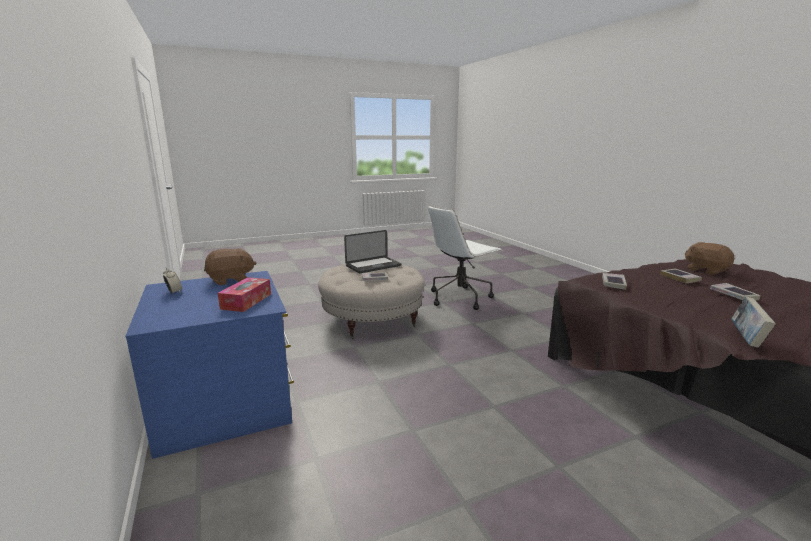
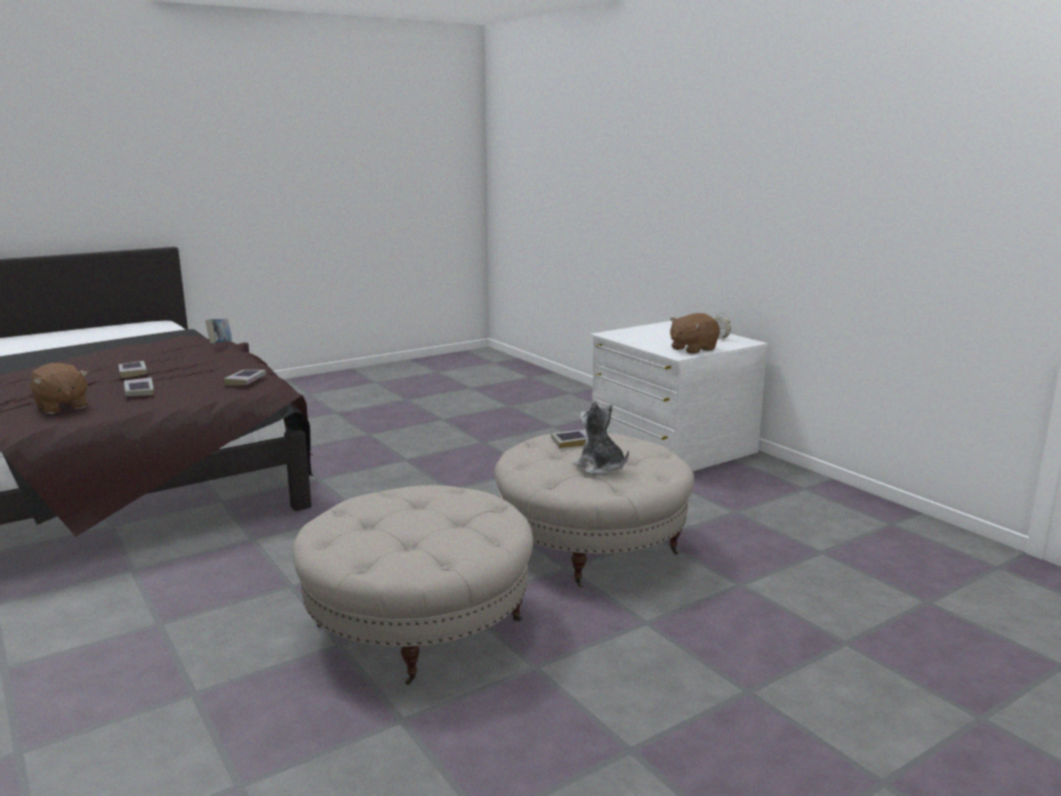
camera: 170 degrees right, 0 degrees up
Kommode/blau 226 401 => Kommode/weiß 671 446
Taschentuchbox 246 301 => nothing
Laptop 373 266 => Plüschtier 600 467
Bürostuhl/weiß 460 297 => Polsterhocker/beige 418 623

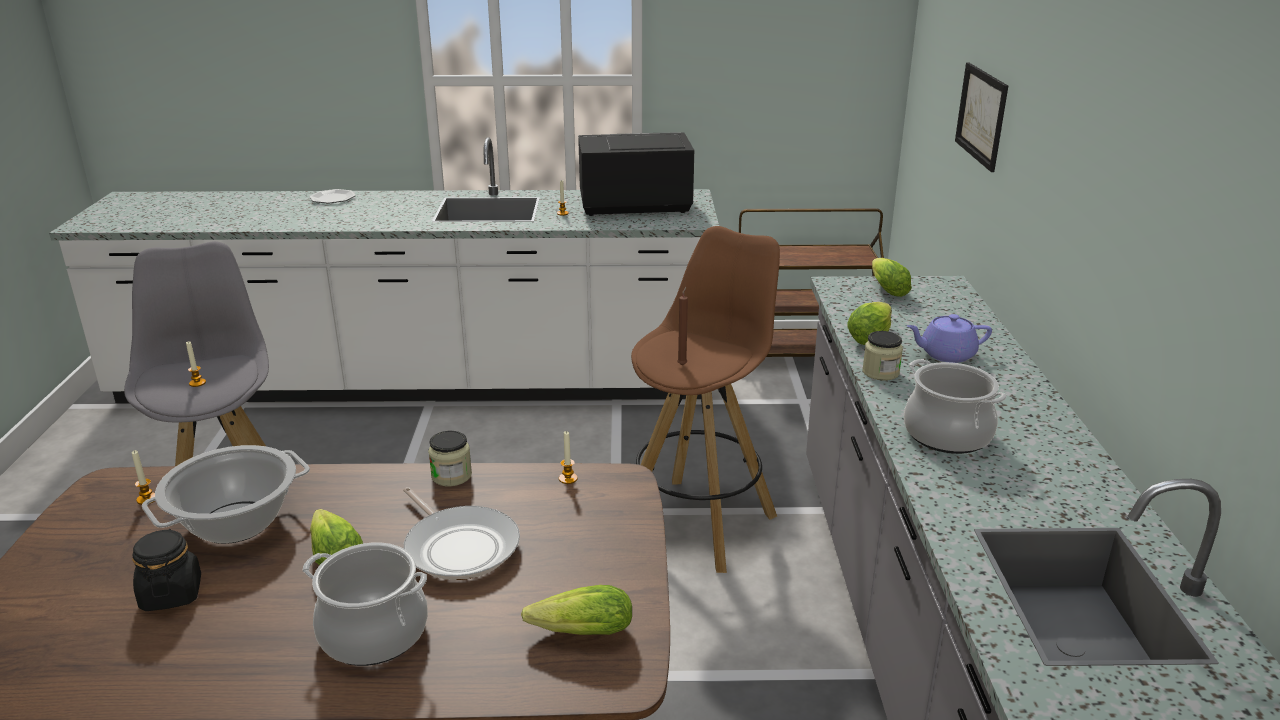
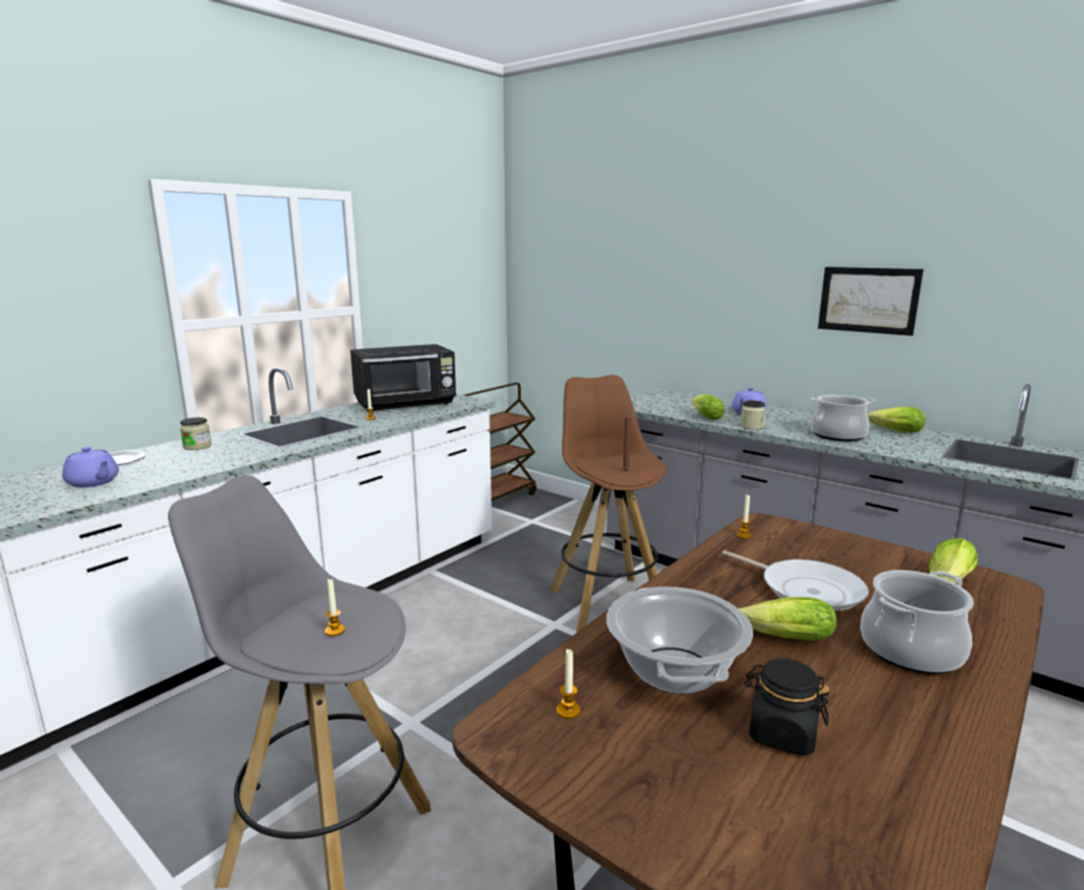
camera: 50 degrees left, 10 degrees down
Pfanne 459 547 => Pfanne 806 590, 45 degrees clockwise
Vorratsglas 451 476 => Vorratsglas 197 446, moved
Mikrowelle/schwarz 633 206 => Mikrowelle/schwarz 406 404, 150 degrees counterclockwise
Salatkopf 886 289 => Salatkopf 893 431, moved
Bild 981 115 => Bild 868 300, moved
nothing => Teekanne/lila 93 483

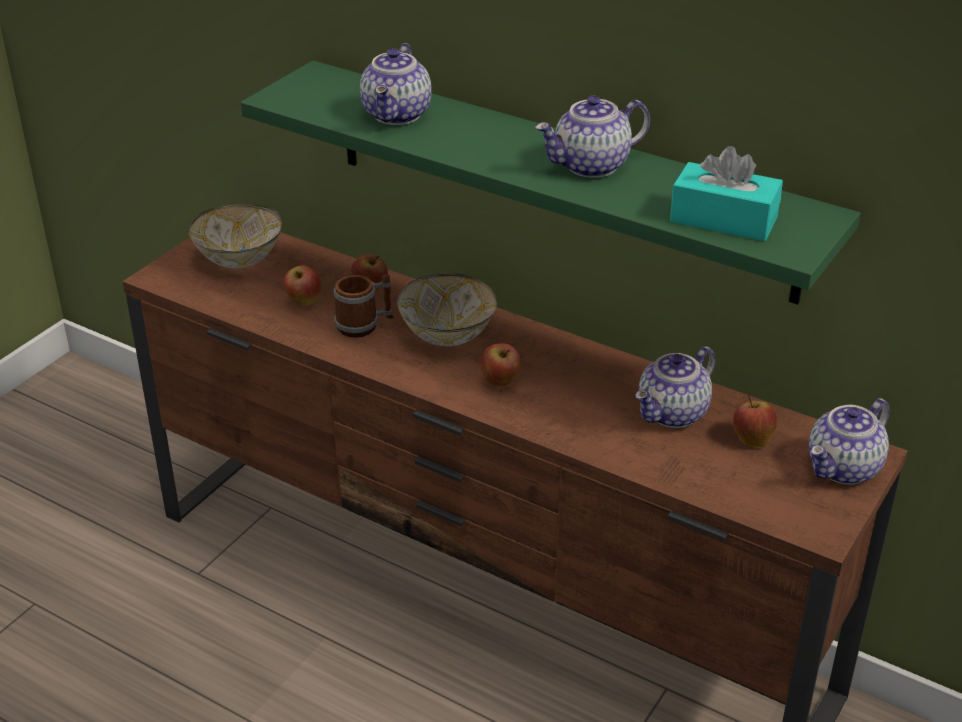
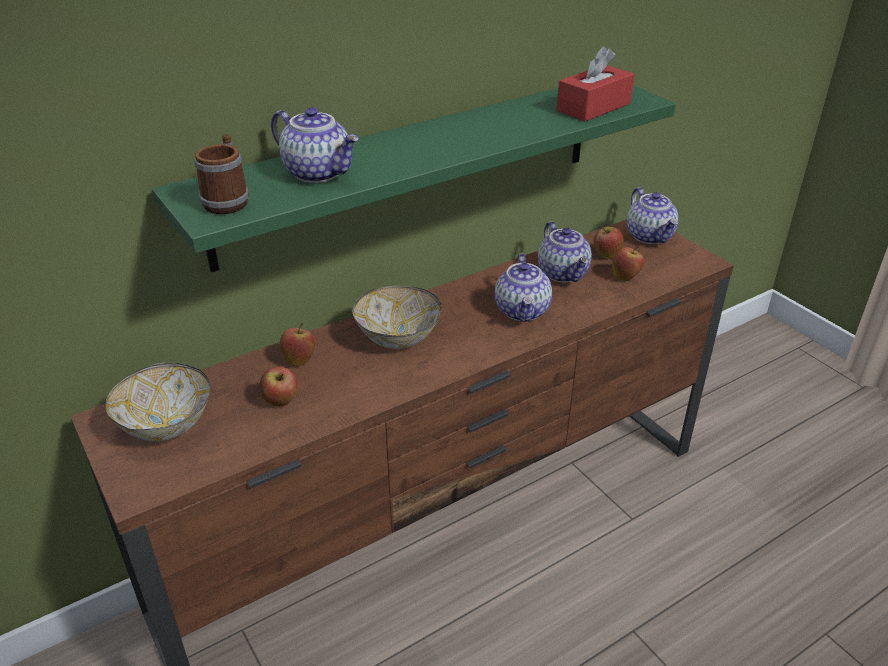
camera: 65 degrees left, 0 degrees up
Henkelbecher 365 325 => Henkelbecher 228 200, moved
Apfel 500 382 => Apfel 625 277, moved
Teekanne 591 166 => Teekanne 523 311, moved
Taschentuchbox/türkis 723 219 => Taschentuchbox/rot 593 107

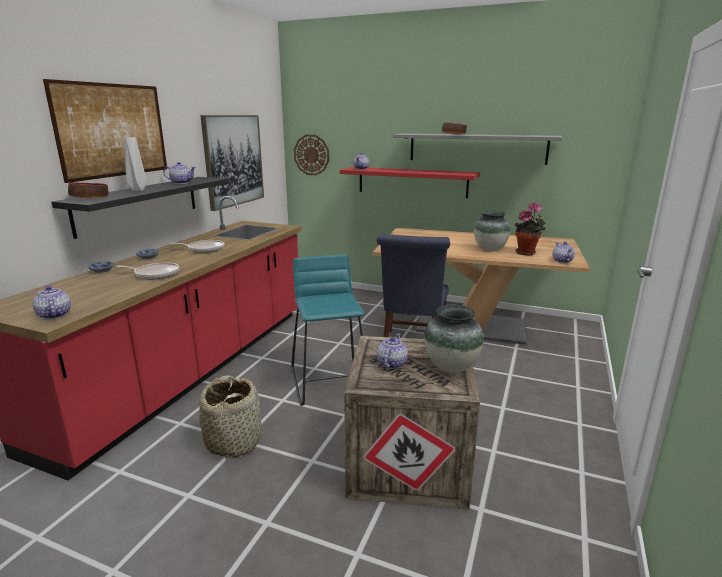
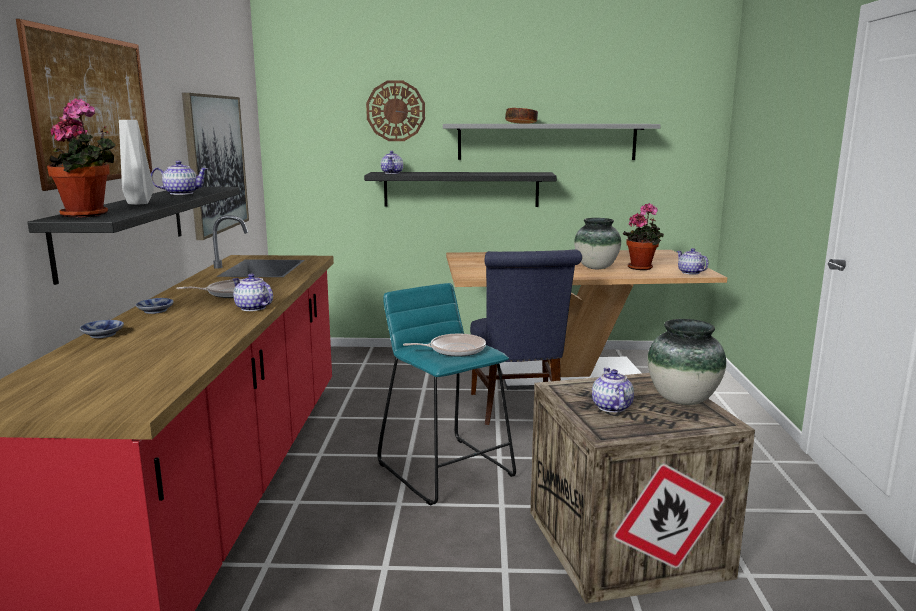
camera: 20 degrees left, 5 degrees down
Teekanne 54 315 => Teekanne 253 308, moved
Schüssel 90 198 => Topfpflanze 89 215
Pfanne 155 274 => Pfanne 454 350, moved
Korb 234 441 => nothing
Wanduhr 311 155 => Wanduhr 395 111, moved
Wandregal/rot 412 182 => Wandregal/schwarz 461 189

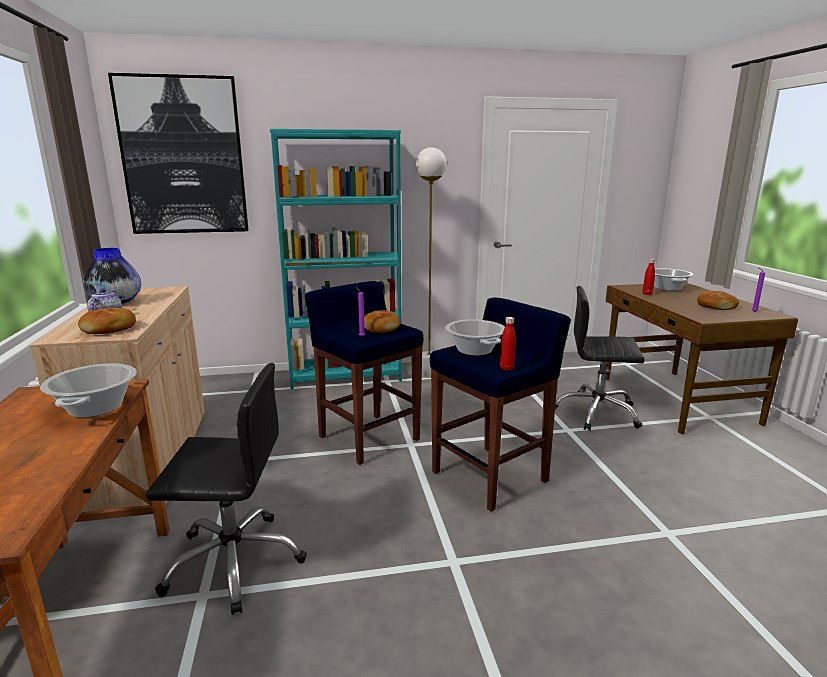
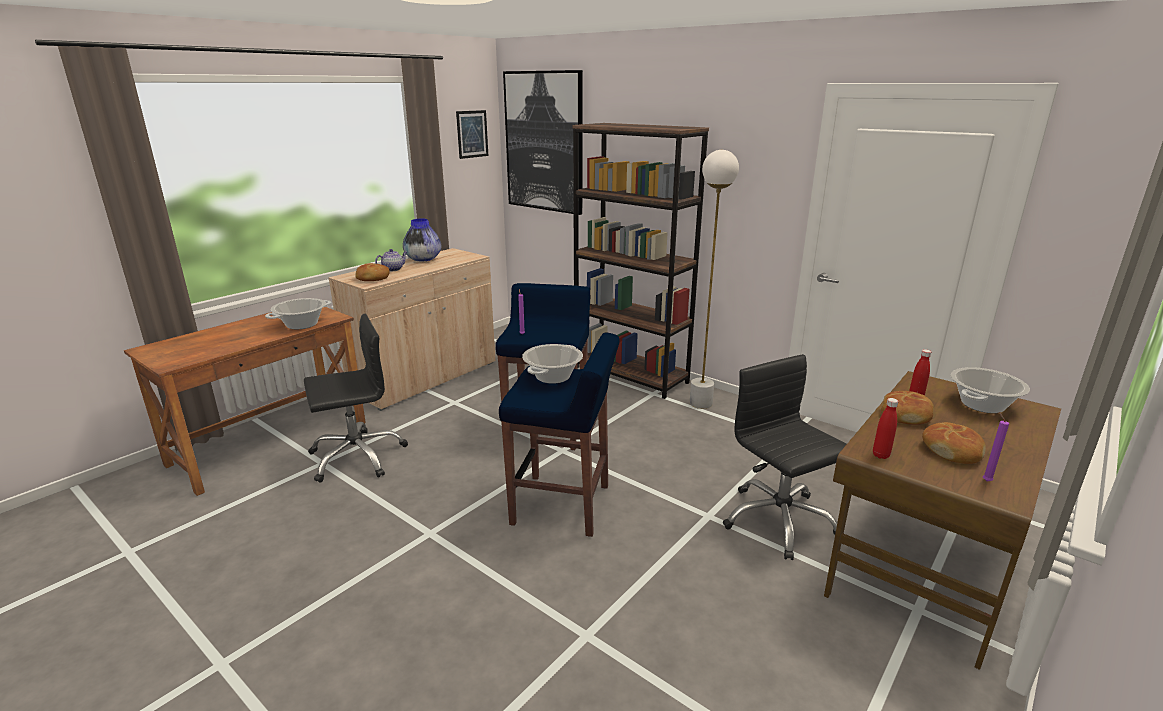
camera: 50 degrees right, 5 degrees up
Bürostuhl/schwarz 234 561 => Bürostuhl/schwarz 357 456, 75 degrees counterclockwise
Bücherregal/türkis 346 376 => Bücherregal/braun 630 375
Brot 381 328 => Brot 906 415, moved
Flasche/rot 506 368 => Flasche/rot 880 455, moved
nothing => Bild 472 134

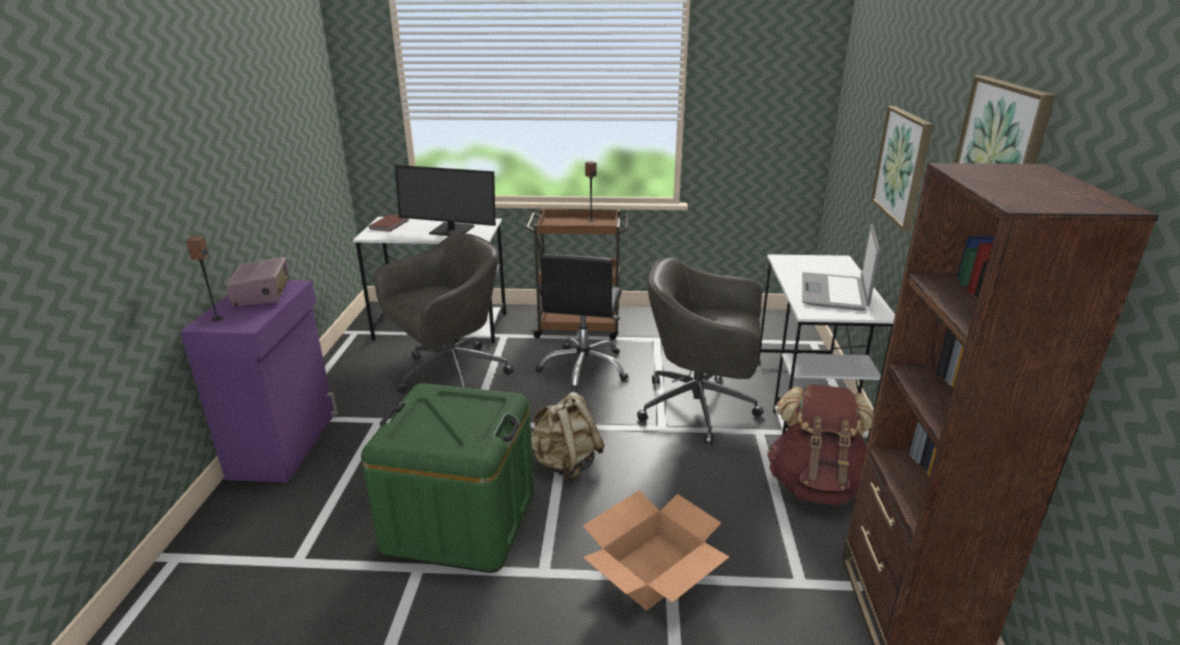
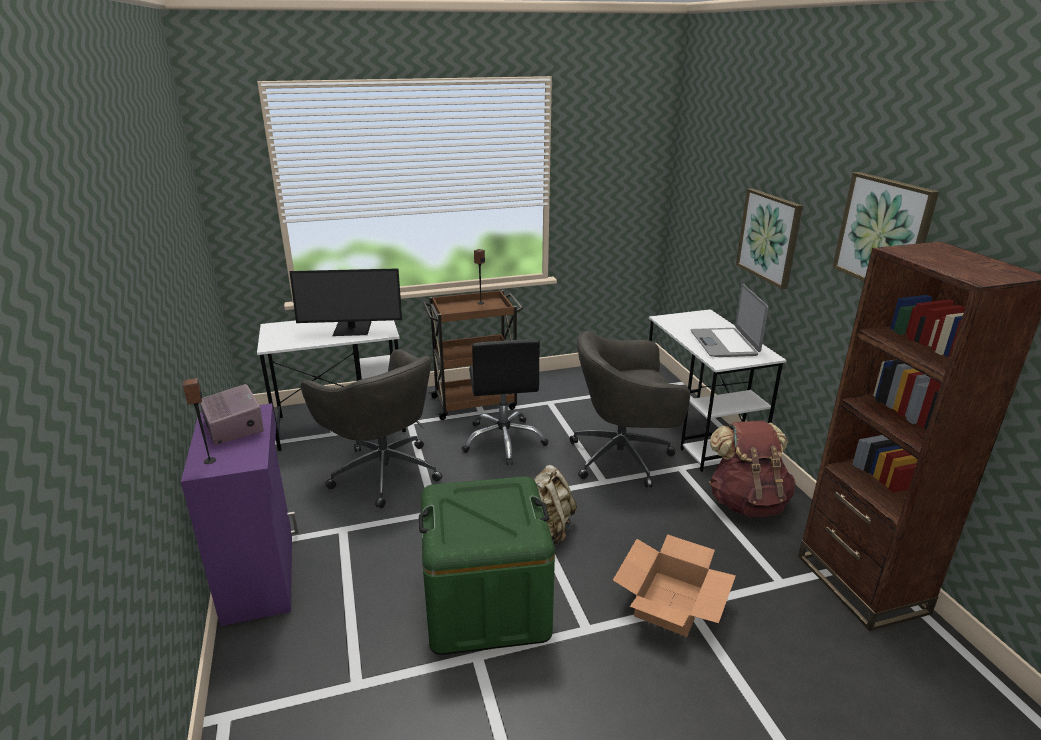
camera: 20 degrees left, 0 degrees up
Buch/braun 390 224 => nothing
Bürostuhl/grau 450 375 => Bürostuhl/grau 383 471, 105 degrees clockwise

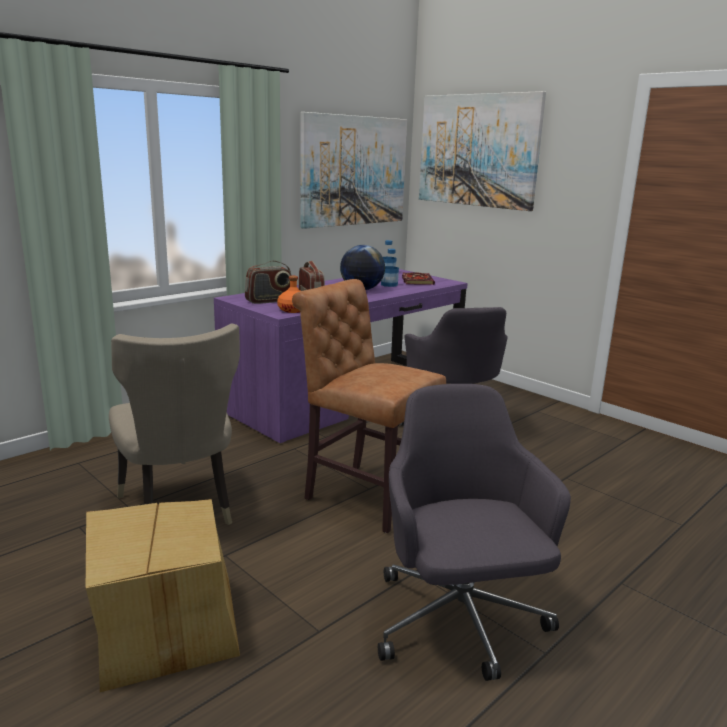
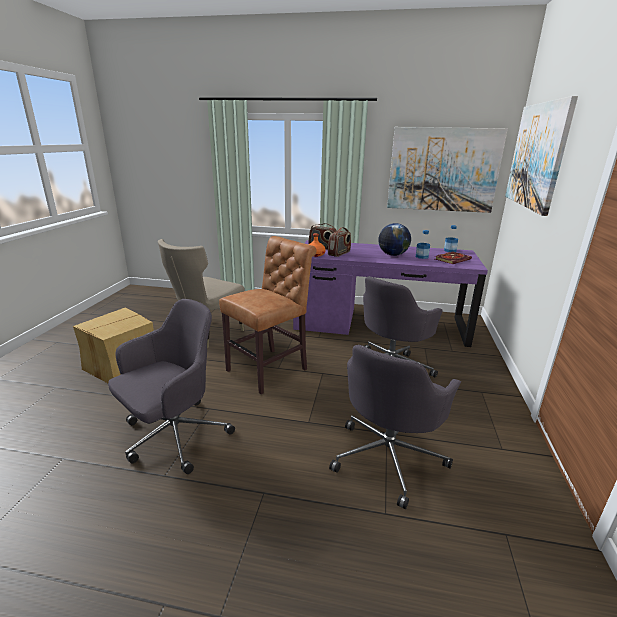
camera: 55 degrees right, 5 degrees up
Stuhl/braun 364 494 => Stuhl/braun 270 369, 45 degrees clockwise
nothing => Bürostuhl/grau 388 457

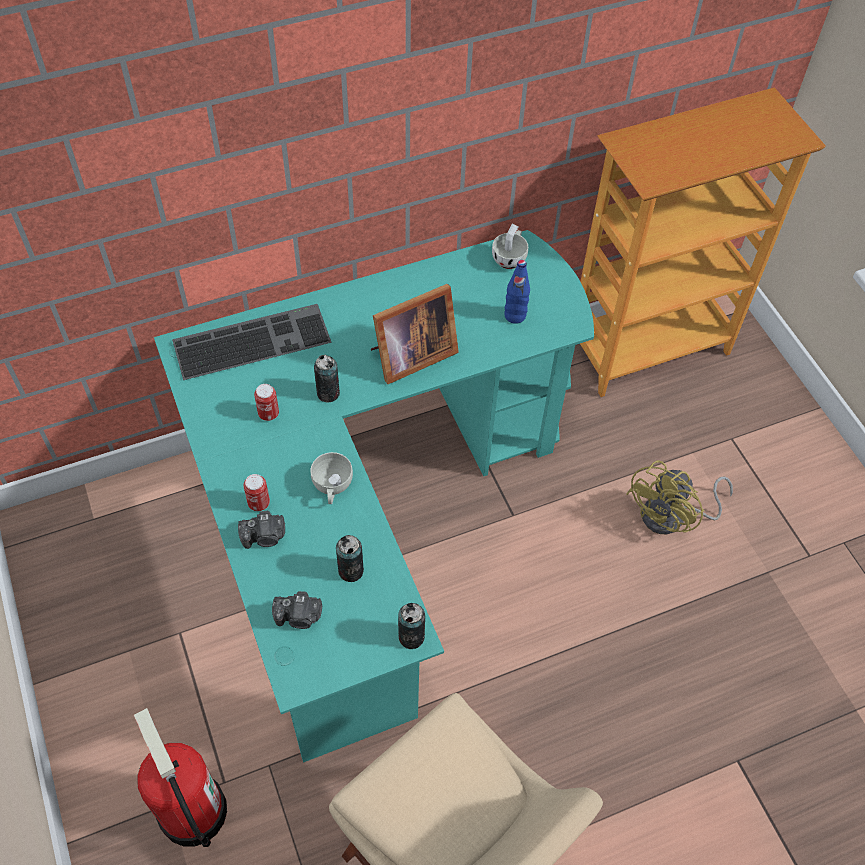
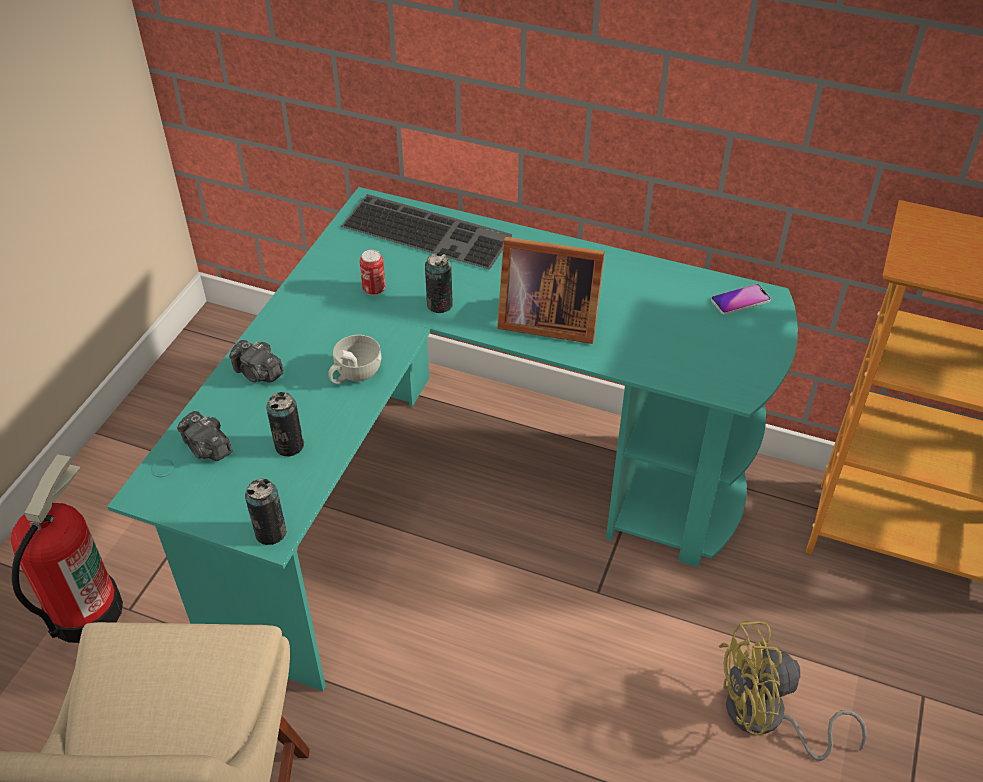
camera: 45 degrees right, 10 degrees down
Dose 259 503 => nothing
Tasse/weiß 510 258 => Handy 740 300
Flasche/blau 515 316 => nothing

